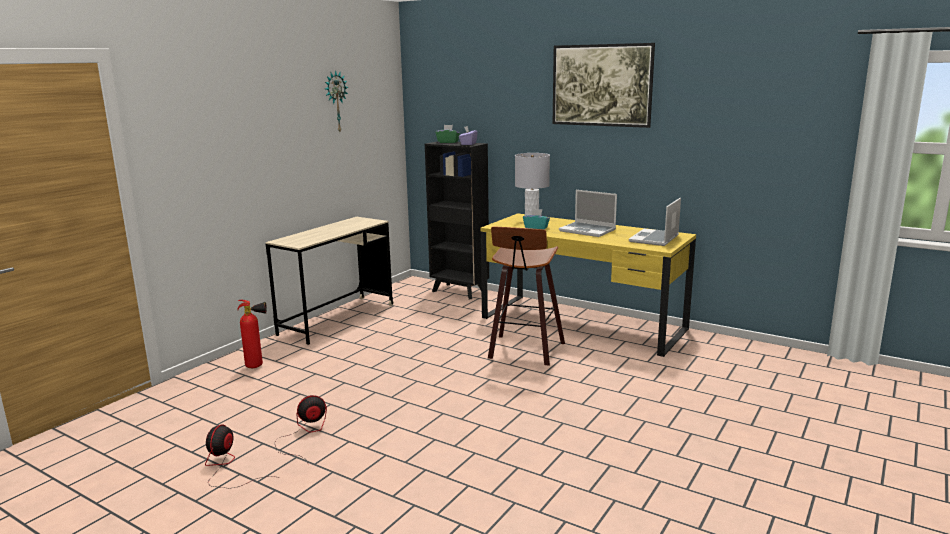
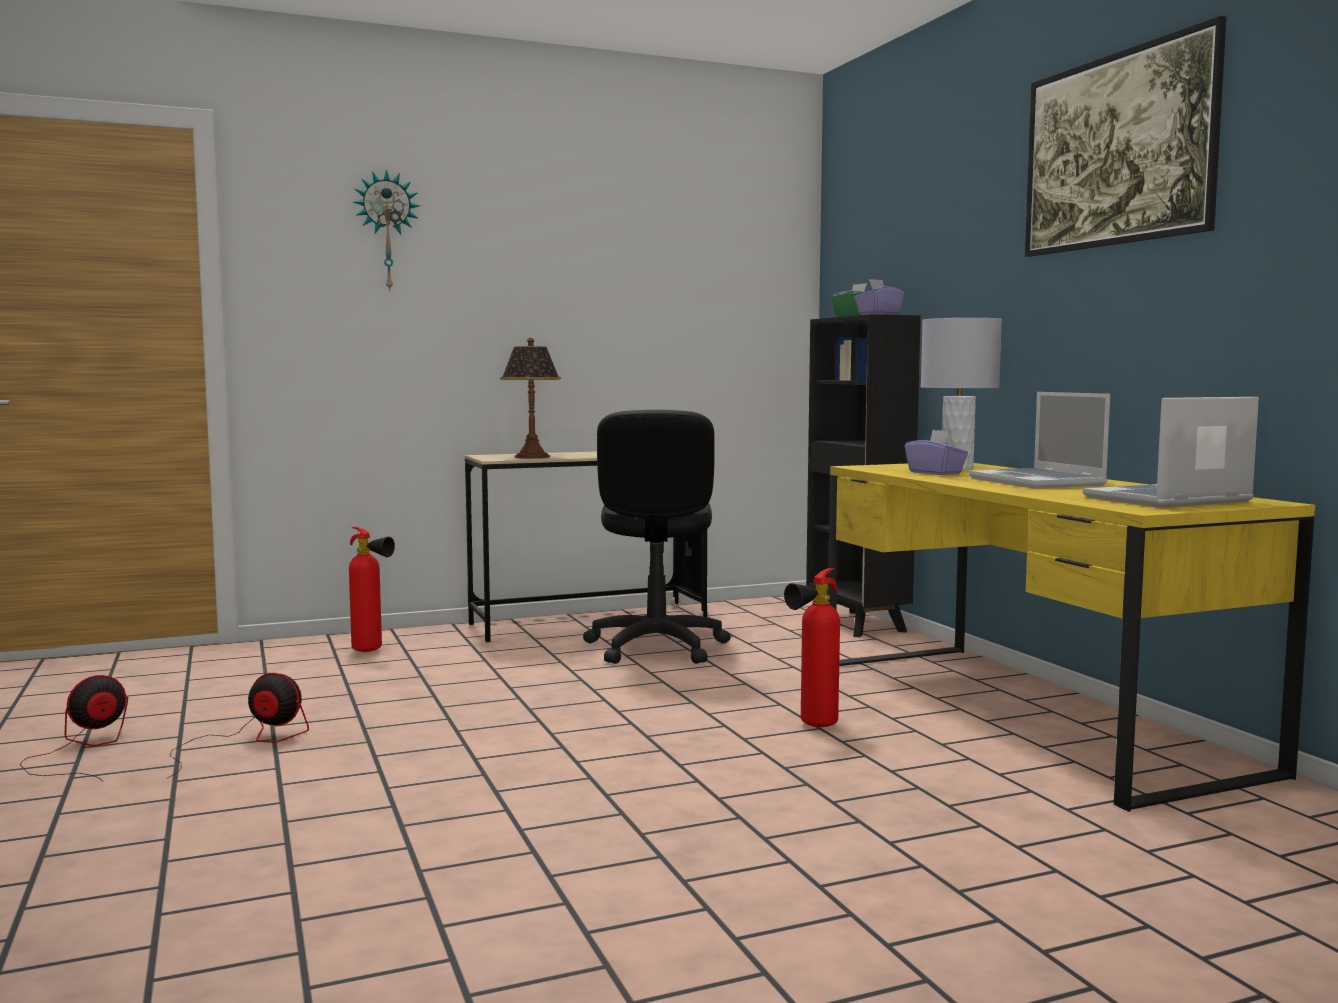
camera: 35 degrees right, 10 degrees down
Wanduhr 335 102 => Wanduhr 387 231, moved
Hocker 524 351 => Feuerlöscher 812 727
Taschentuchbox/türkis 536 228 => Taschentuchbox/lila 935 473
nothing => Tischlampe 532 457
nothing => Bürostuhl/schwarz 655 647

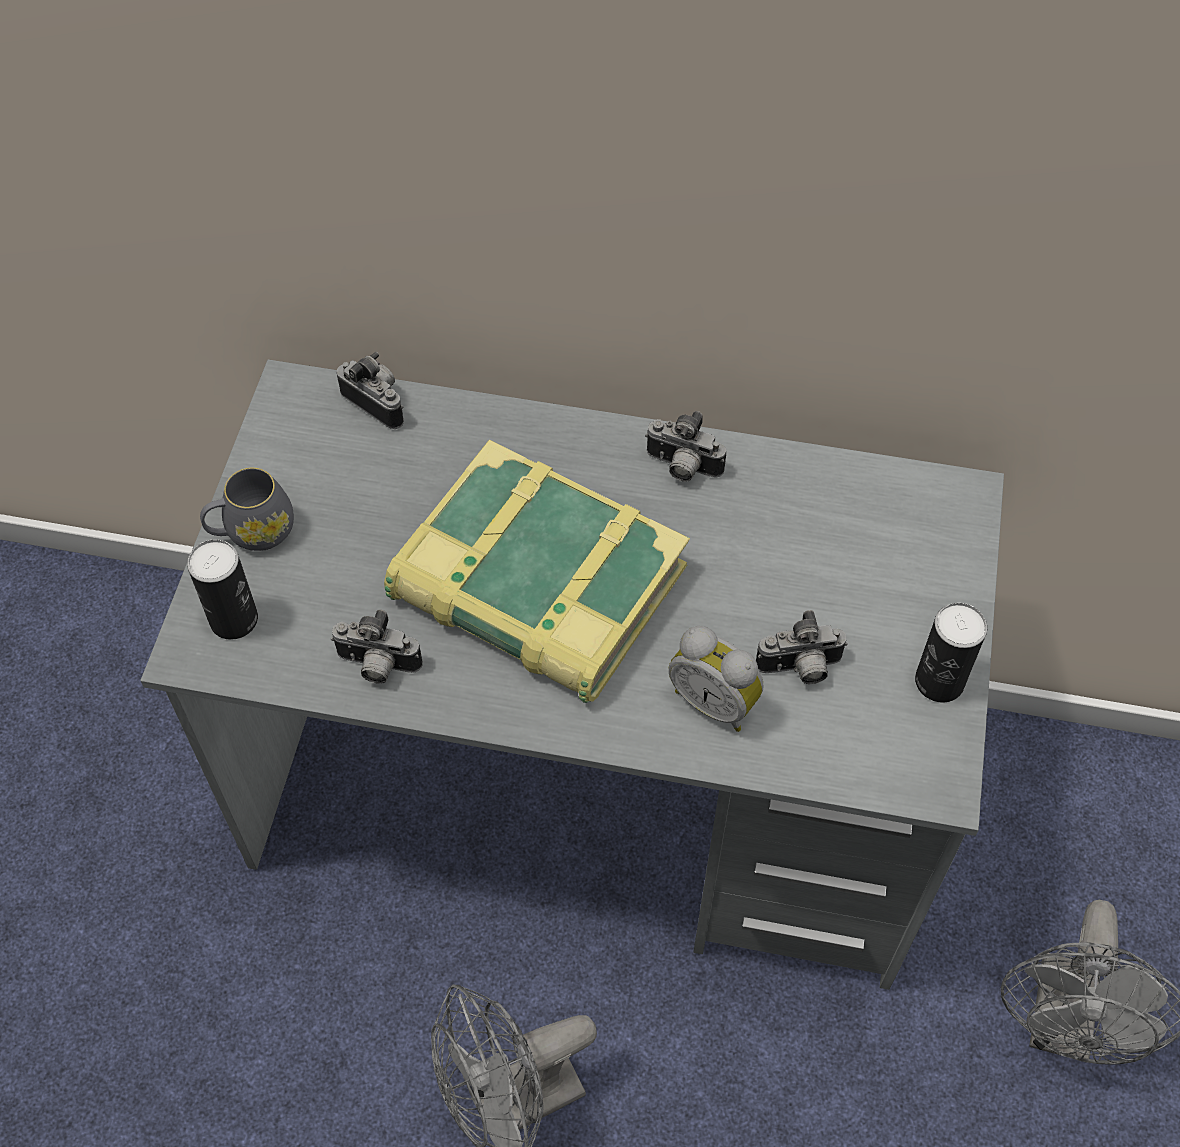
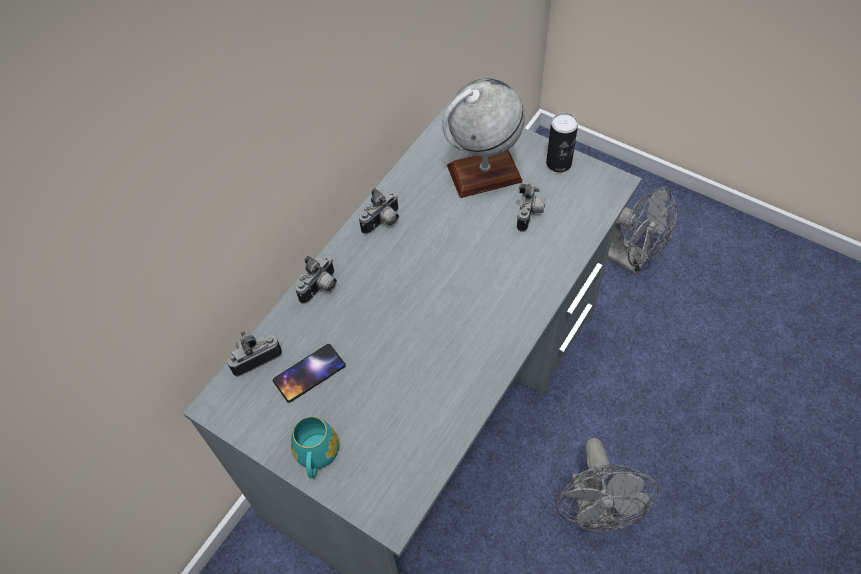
camera: 65 degrees left, 0 degrees up
Dose 234 619 => nothing
Henkelbecher/grau 252 532 => Henkelbecher/türkis 317 456
Kamera 377 666 => Kamera 321 288, moved
Buch 536 587 => nothing
Wecker 715 701 => nothing
nothing => Handy 309 373
nothing => Globus 484 174

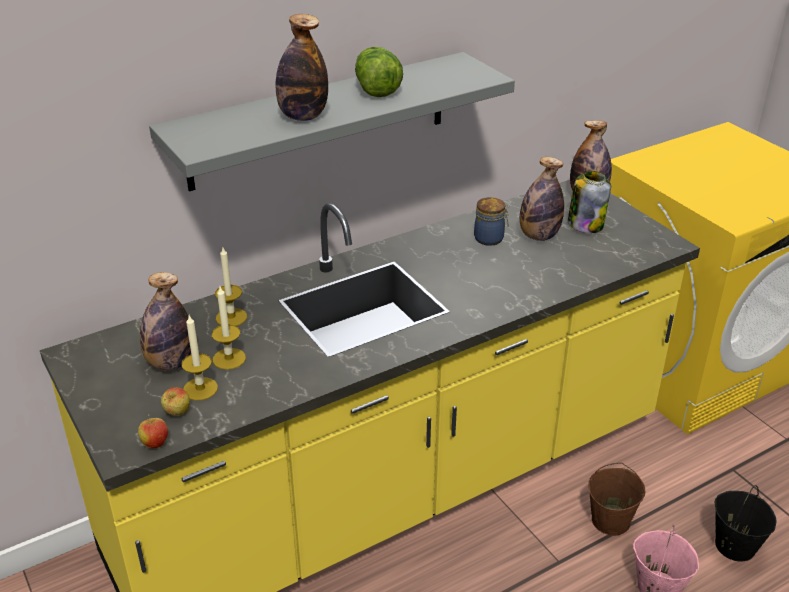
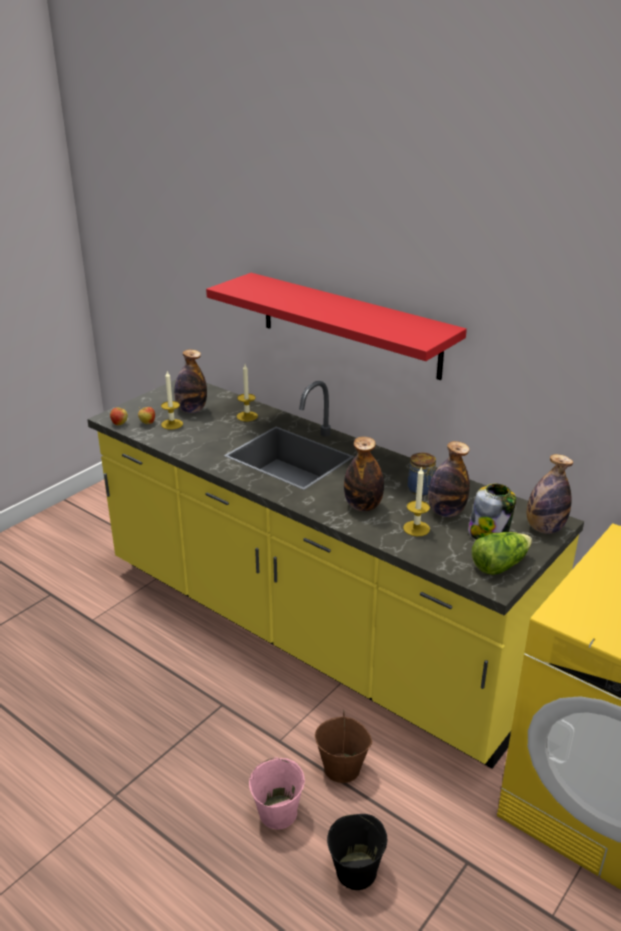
camera: 70 degrees right, 5 degrees down
Wandregal/grau 320 120 => Wandregal/rot 349 325
Kerze 229 359 => Kerze 416 528, moved
Flasche 303 116 => Flasche 363 506, moved
Salatkopf 376 88 => Salatkopf 499 565, moved

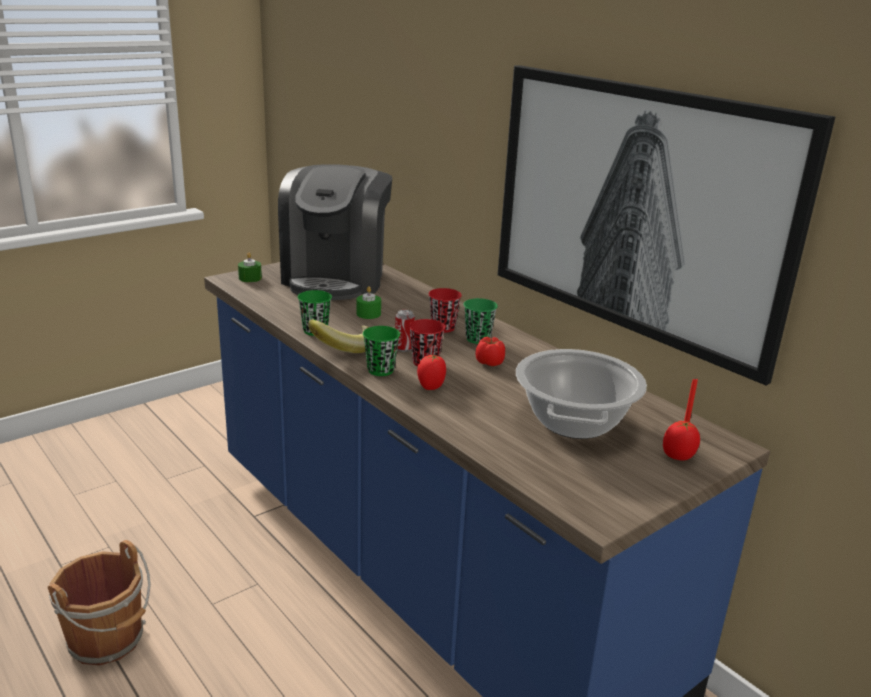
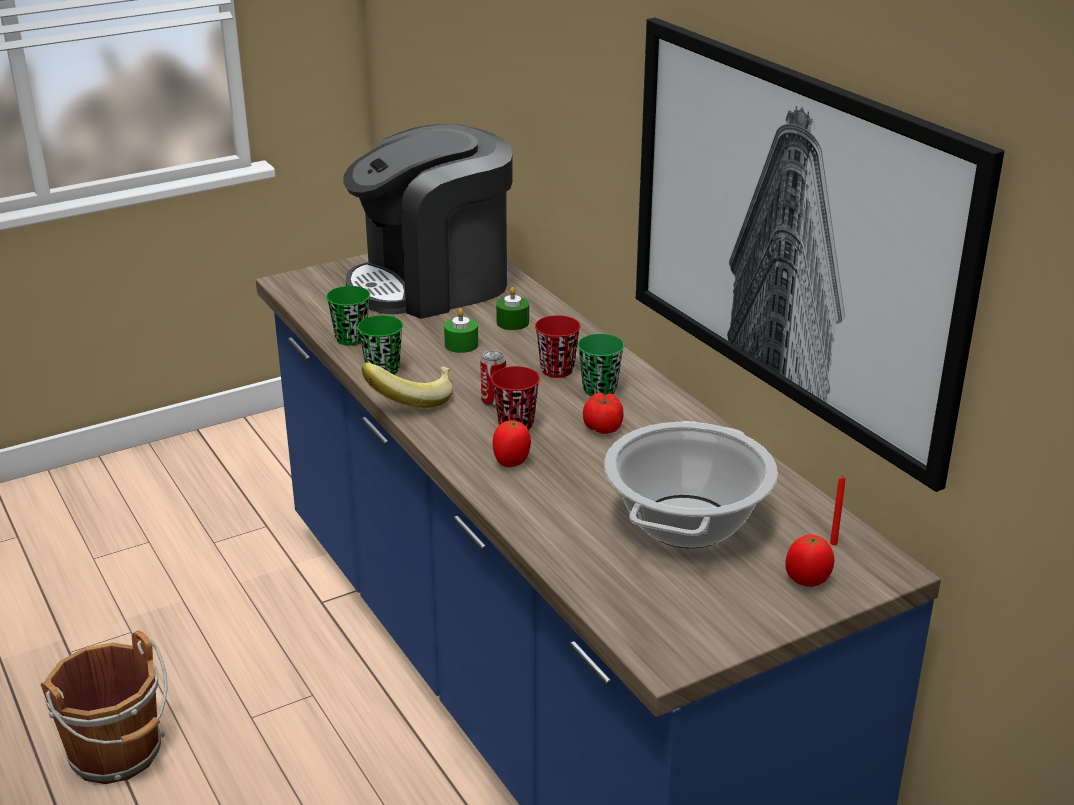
camera: 10 degrees right, 5 degrees up
Kerze/grün 250 278 => Kerze/grün 512 322, moved
Kaffeemaschine 336 278 => Kaffeemaschine 433 284, 45 degrees clockwise
Tasse/grün 380 370 => Tasse/grün 351 338, moved

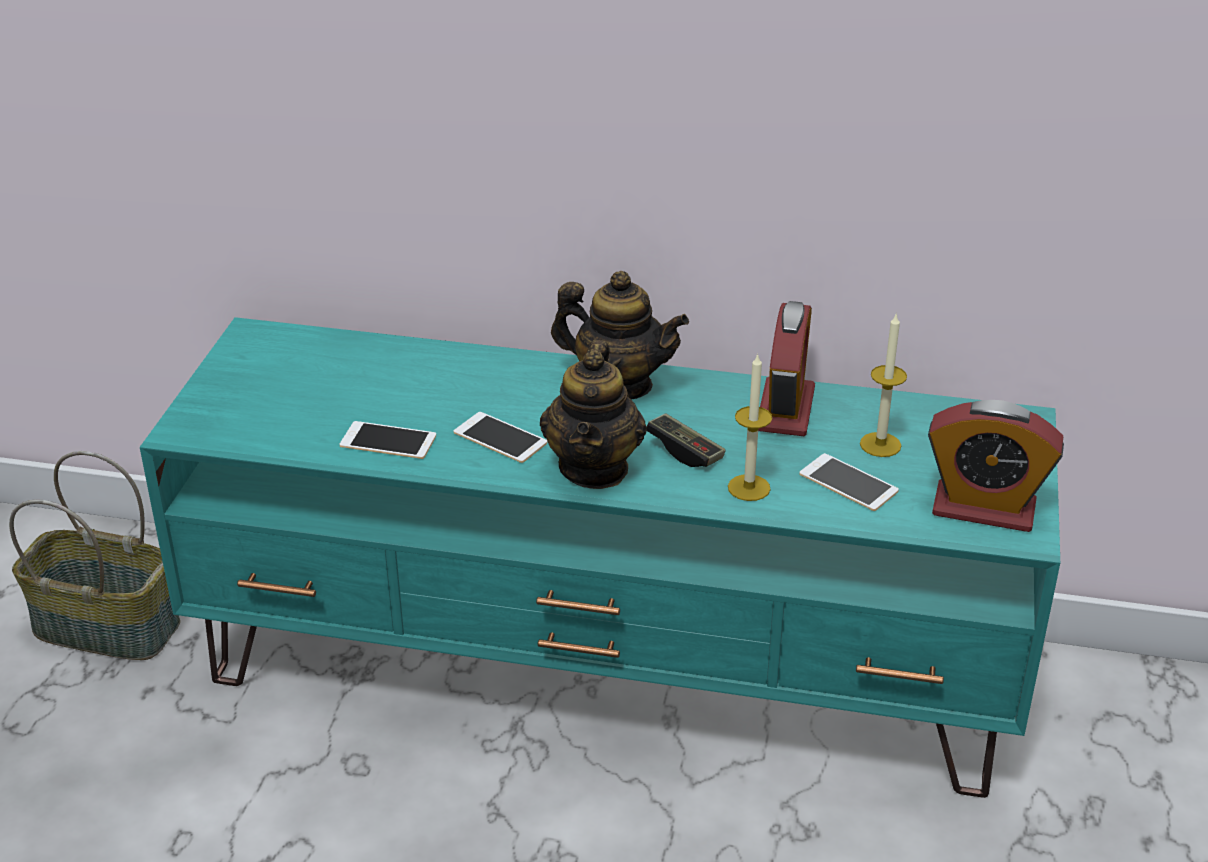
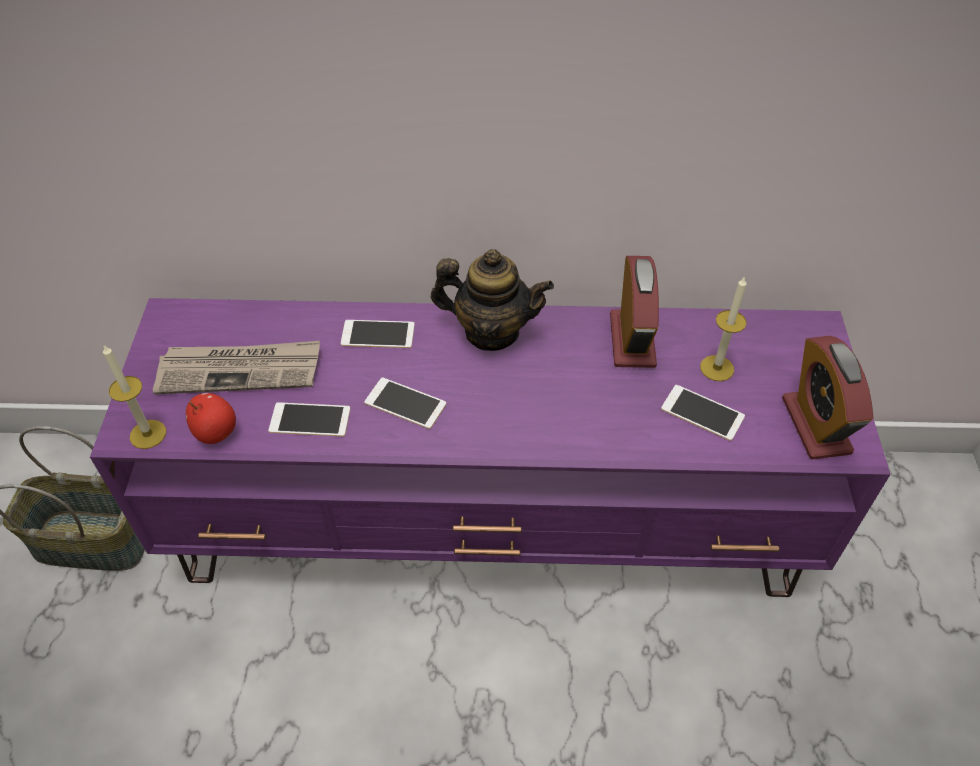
camera: 10 degrees left, 15 degrees up
Fernsehschrank/türkis 607 670 => Fernsehschrank/lila 492 523
Teekanne 594 468 => nothing
Gamepad 685 451 => nothing
Kerze 749 488 => Kerze 148 434, moved
Wecker 983 509 => Wecker 815 425, 75 degrees clockwise
nothing => Zeitung 240 370
nothing => Apfel 215 432
nothing => Handy 378 334

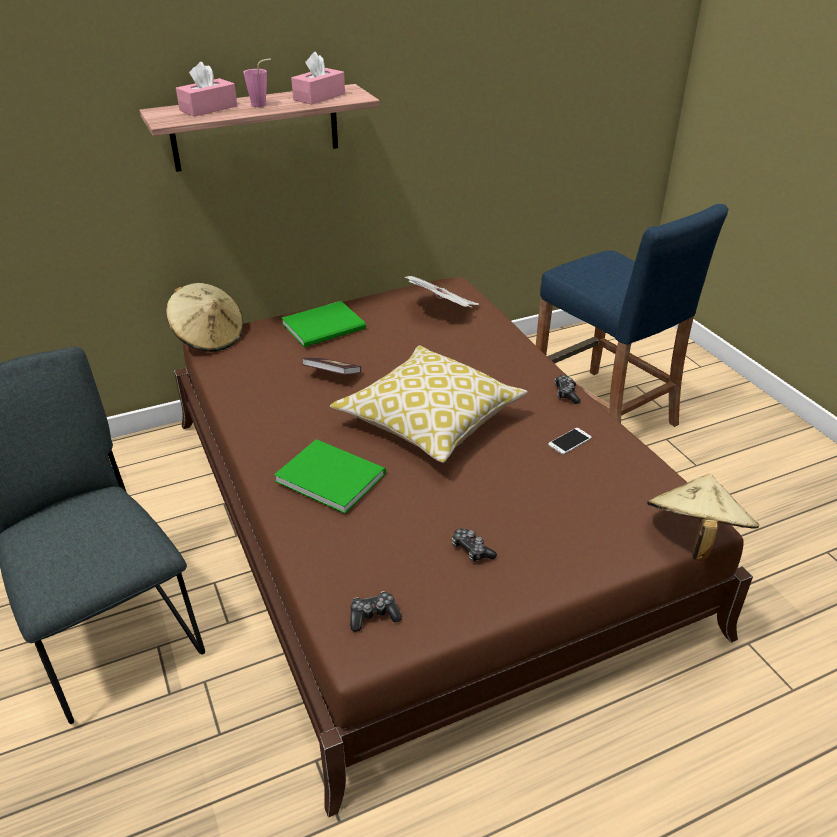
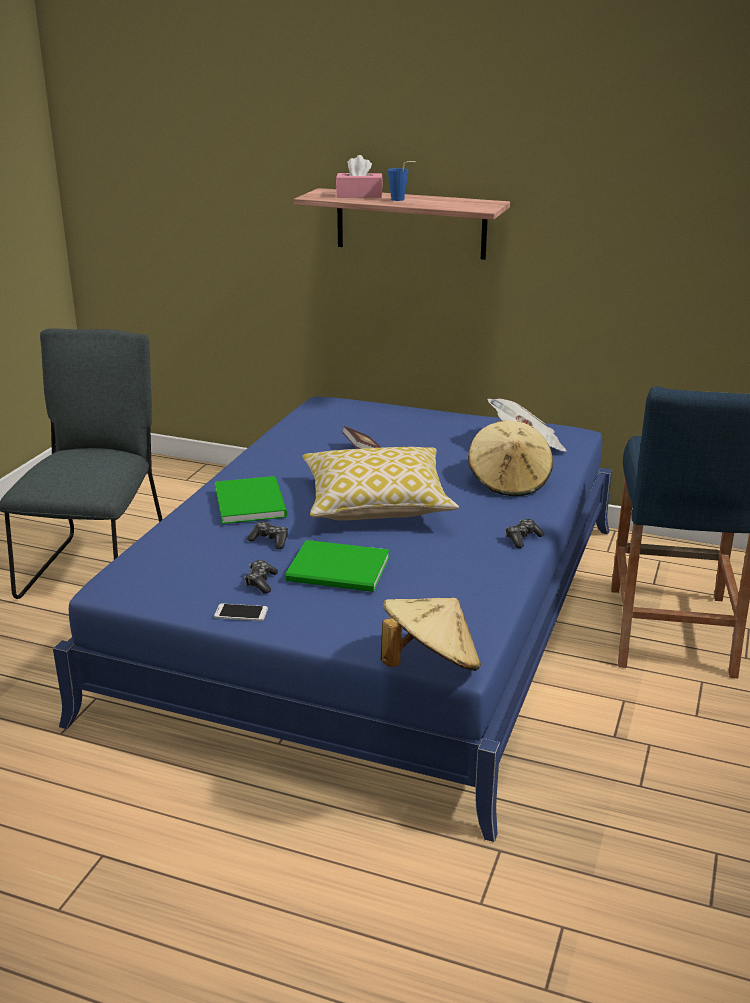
camera: 45 degrees right, 10 degrees down
Hut/beige 209 338 => Hut/beige 509 482, moved
Bett/braun 418 517 => Bett/blau 374 615
Tasse/rosa 262 104 => Tasse/blau 400 199
Buch/grün 326 326 => Buch/grün 340 571, moved
Taschentuchbox/rosa 319 97 => nothing
Gamepad 373 616 => Gamepad 270 540, moved
Handy 570 441 => Handy 241 613, moved

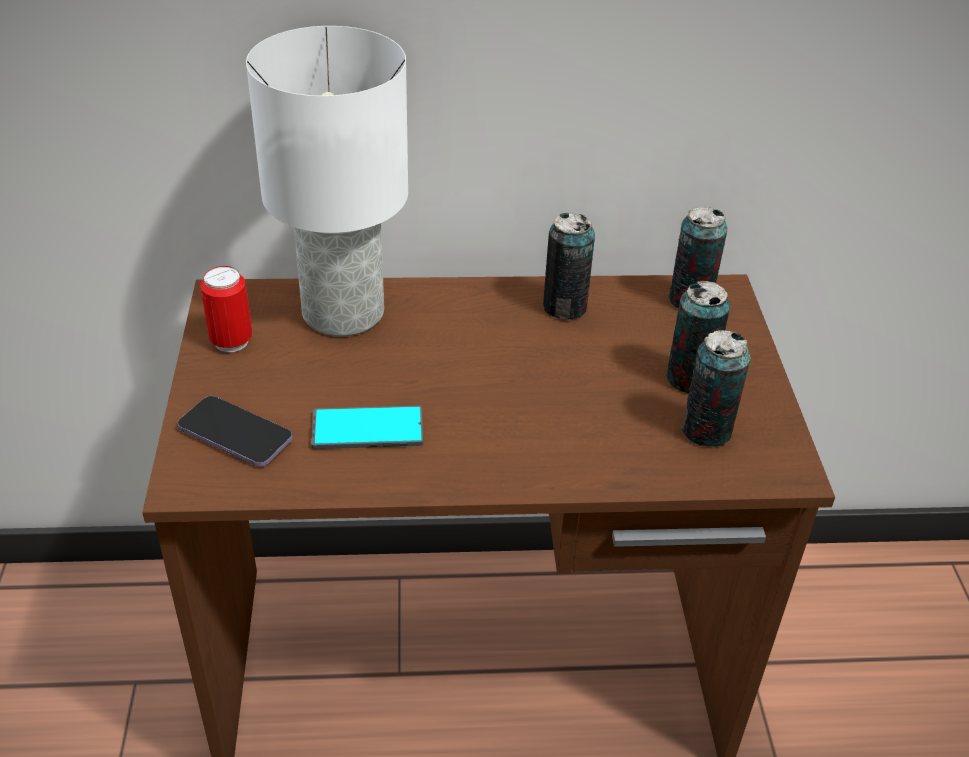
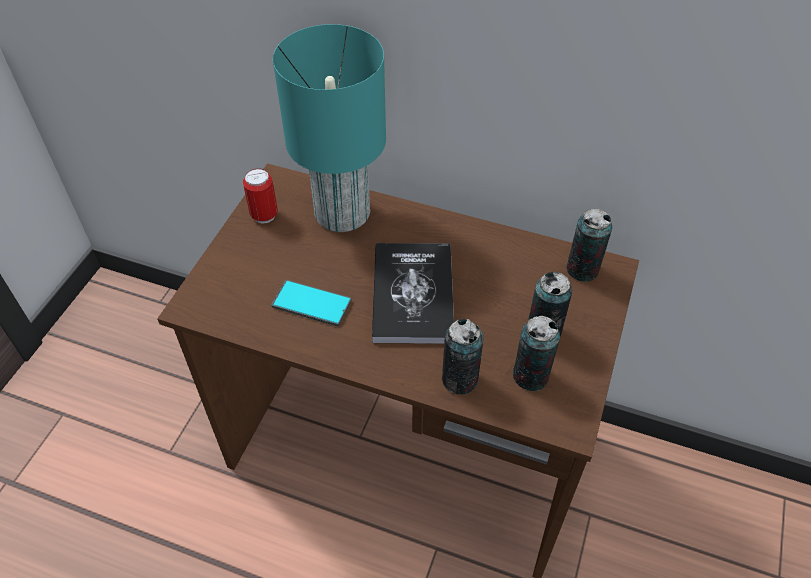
camera: 25 degrees right, 10 degrees up
Handy 235 434 => nothing
Tischlampe/weiß 341 313 => Tischlampe/türkis 340 213
Dose 564 307 => Dose 460 379, moved
nothing => Buch 412 294

